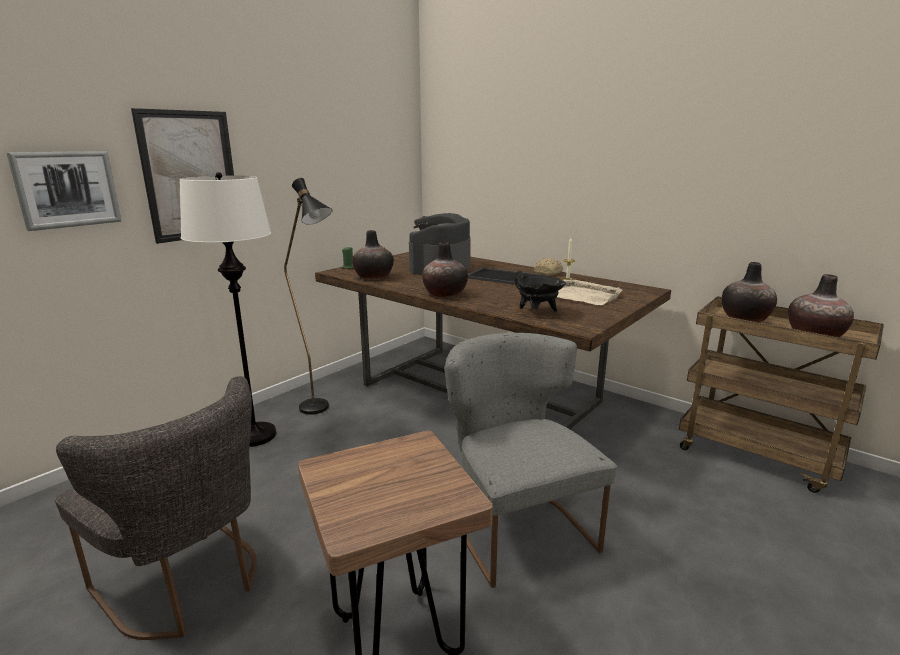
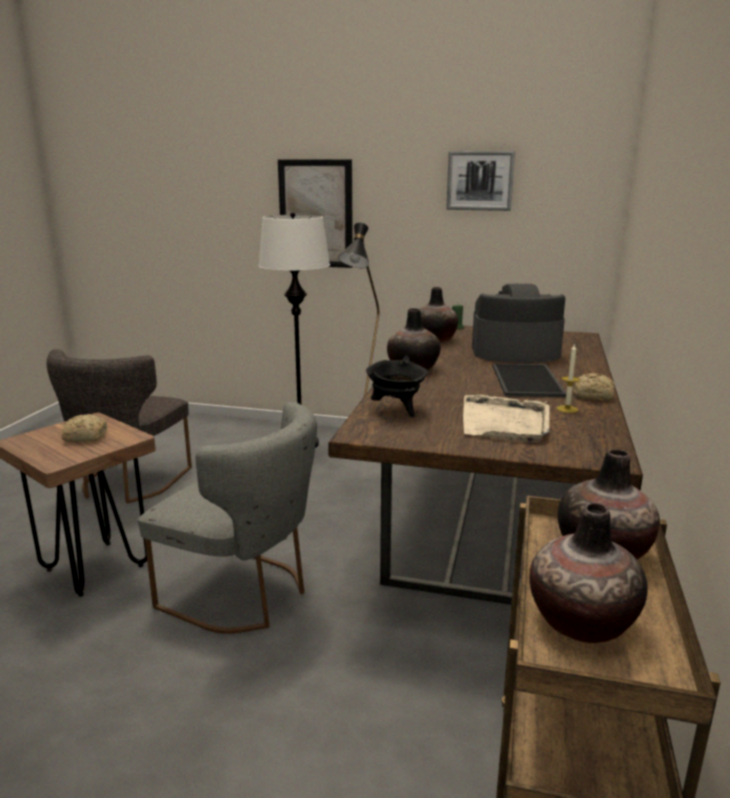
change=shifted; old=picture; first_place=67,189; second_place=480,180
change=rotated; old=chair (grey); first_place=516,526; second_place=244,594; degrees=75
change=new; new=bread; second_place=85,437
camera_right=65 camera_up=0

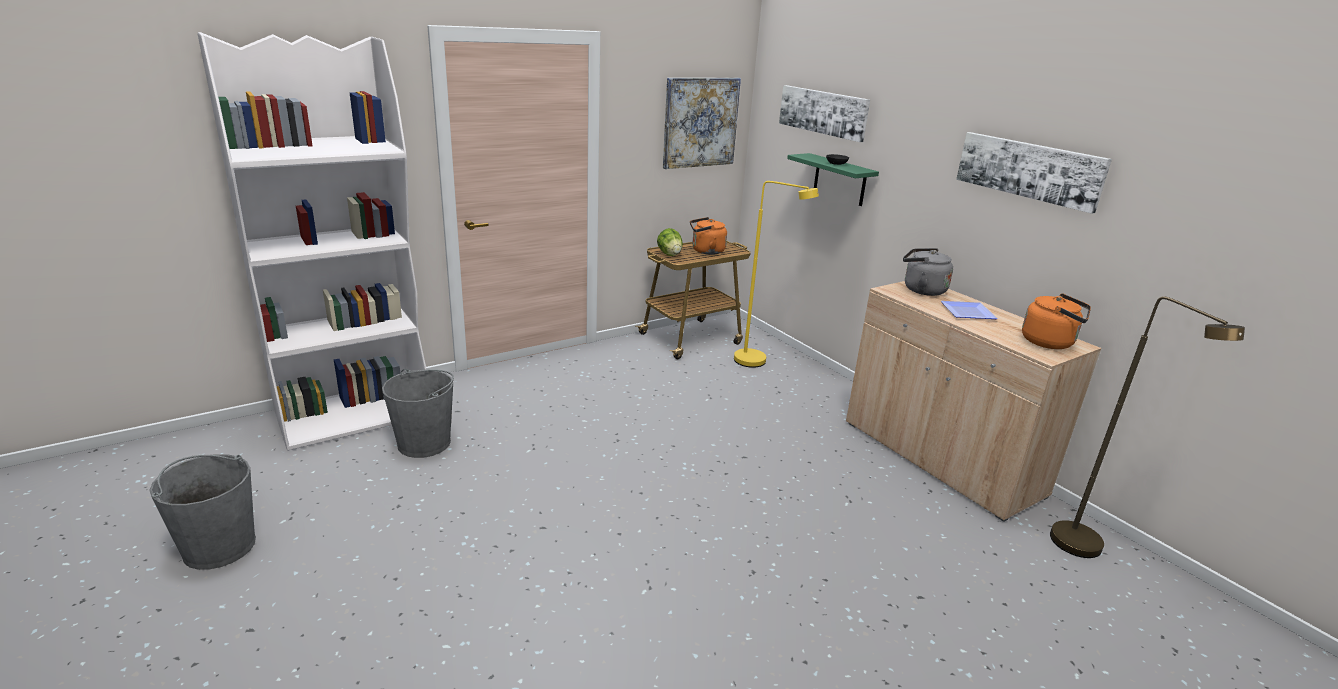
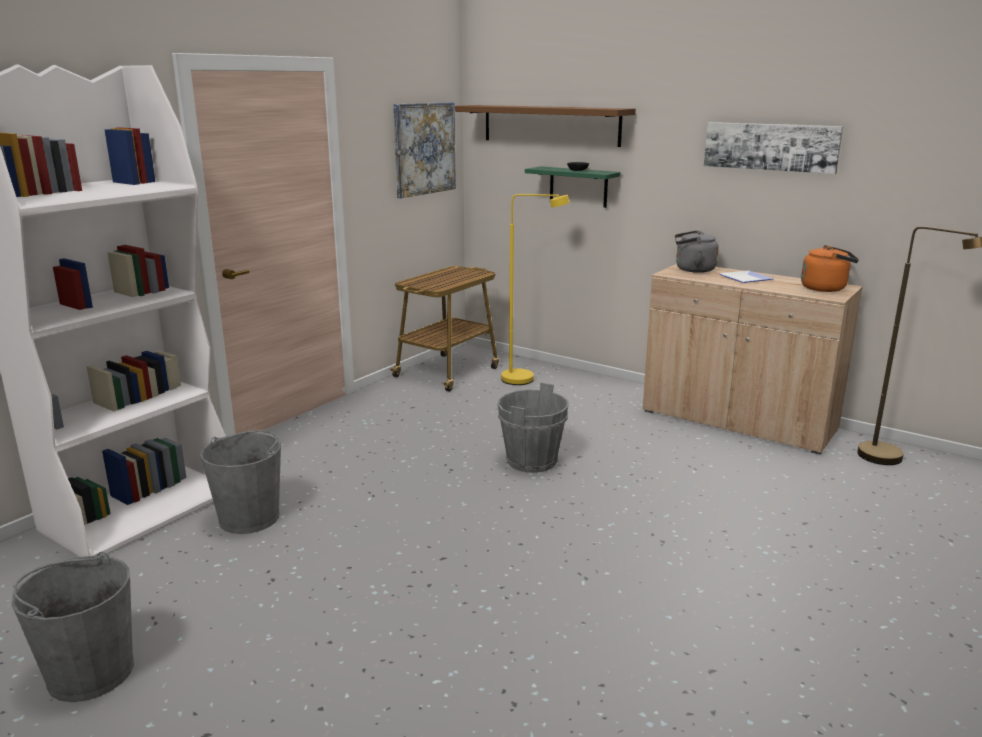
change=swapped; old=picture; new=shelf (brown); first_place=823,112; second_place=550,125
change=gone; old=kettle (orange); first_place=706,251
change=gone; old=lettuce; first_place=670,254
change=new; new=bucket (grey); second_place=532,461
camera_right=-20 camera_up=-5

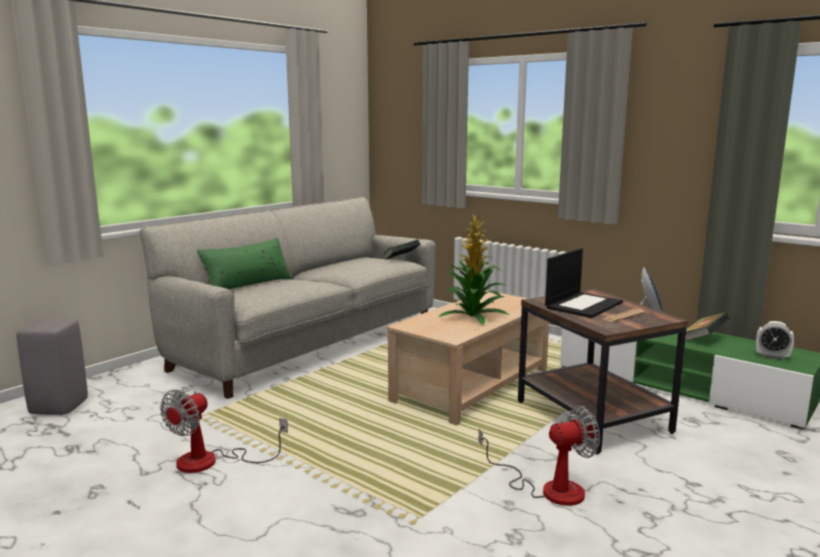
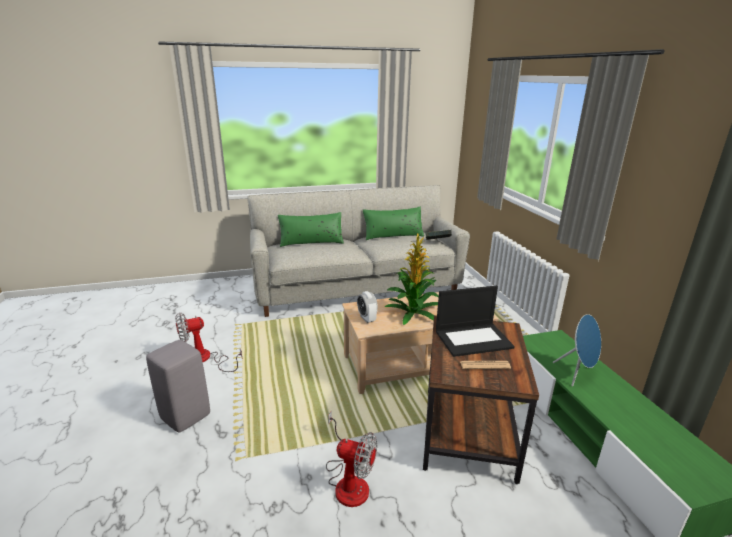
change=gone; old=book; first_place=703,339
change=shifted; old=stool (grey); first_place=58,407; second_place=186,416
change=shifted; old=alarm clock; first_place=772,357; second_place=367,318
change=new; new=pillow (green); second_place=393,235
camera_right=35 camera_up=10

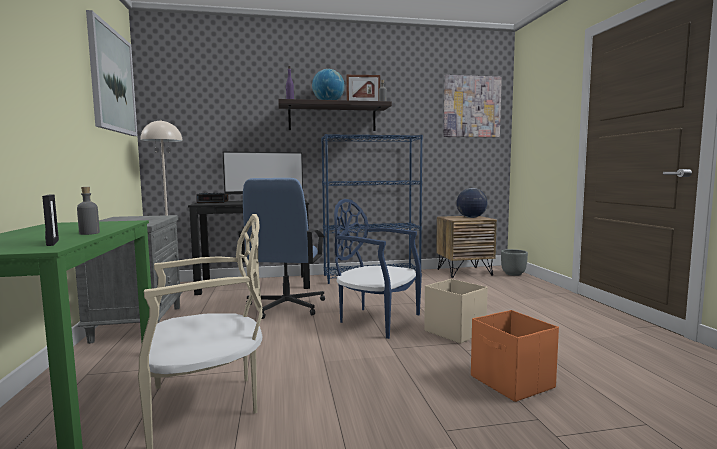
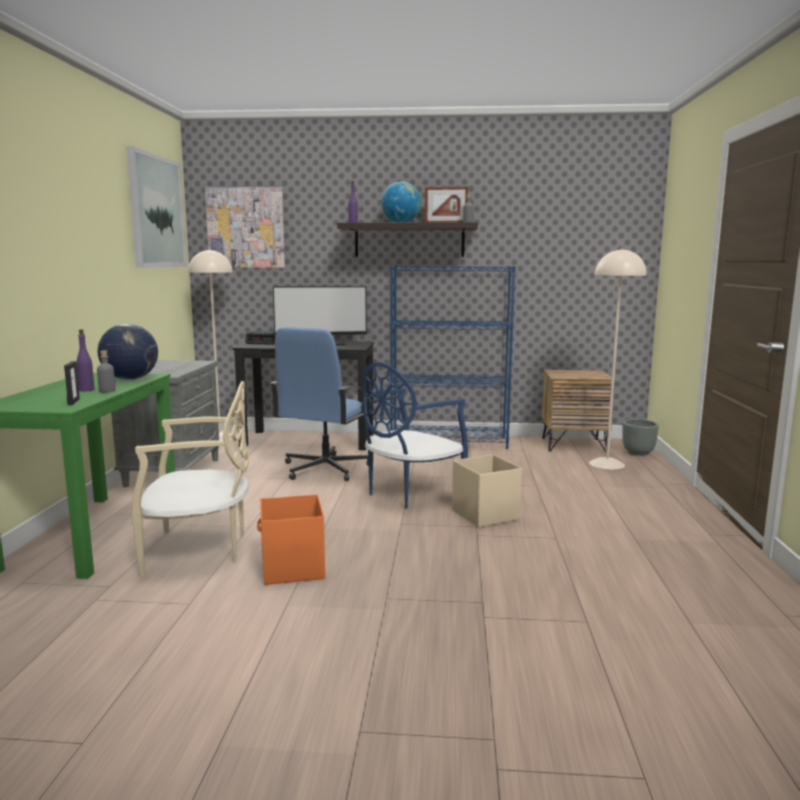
change=shifted; old=picture; first_place=471,107; second_place=246,228
change=shifted; old=globe; first_place=471,217; second_place=131,379
change=rotated; old=chair (blue); first_place=376,320; second_place=410,493; degrees=-90
change=shifted; old=storage box (orange); first_place=512,382; second_place=292,568
change=new; new=floor lamp (beige); second_place=607,464
change=new; new=bottle (purple); second_place=86,390
camera_right=15 camera_up=5

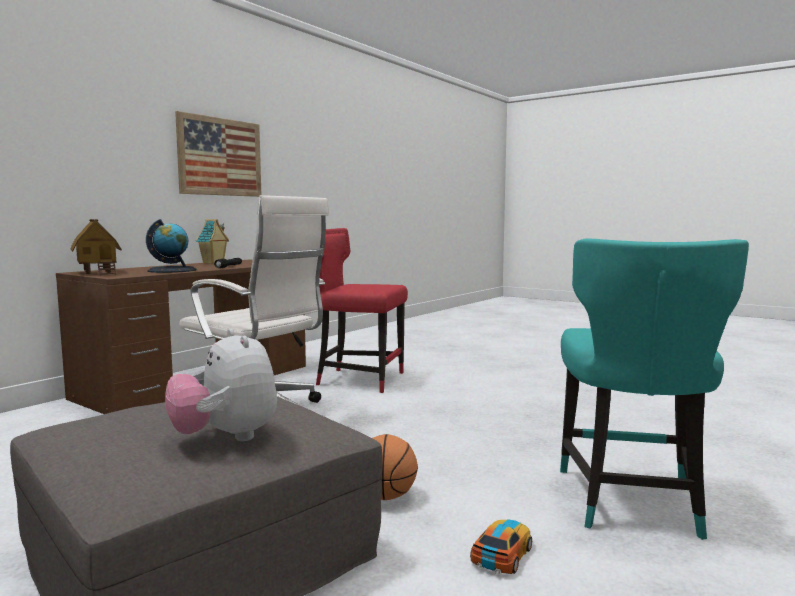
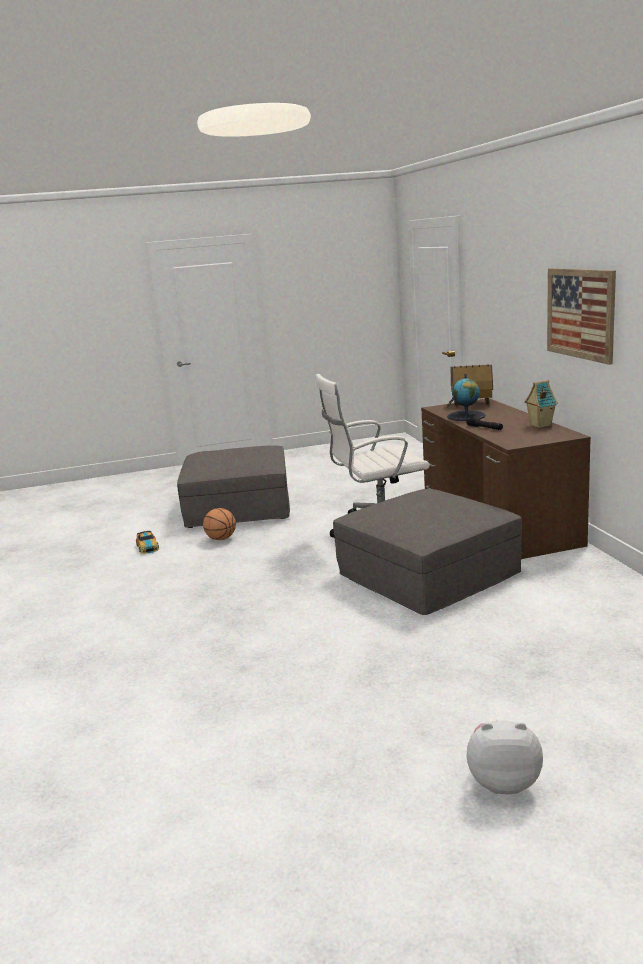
change=swapped; old=chair (red); new=ottoman (grey); first_place=358,379; second_place=428,574
change=gone; old=chair (turquoise); first_place=631,503
change=shifted; old=plush toy; first_place=226,437; second_place=503,782
camera_right=130 camera_up=10

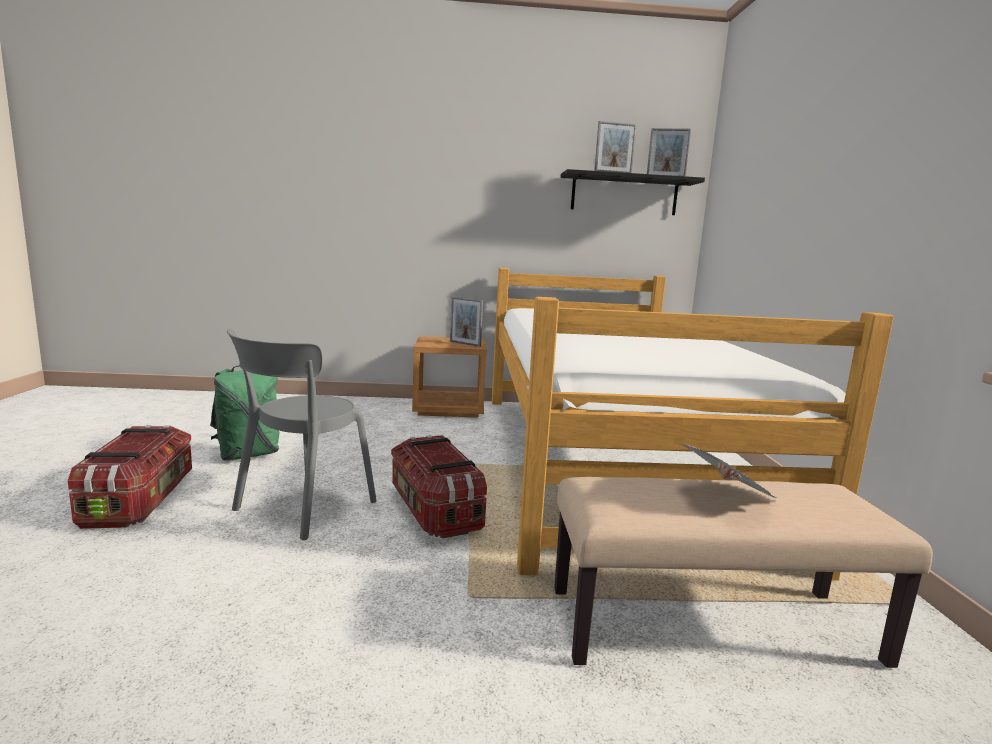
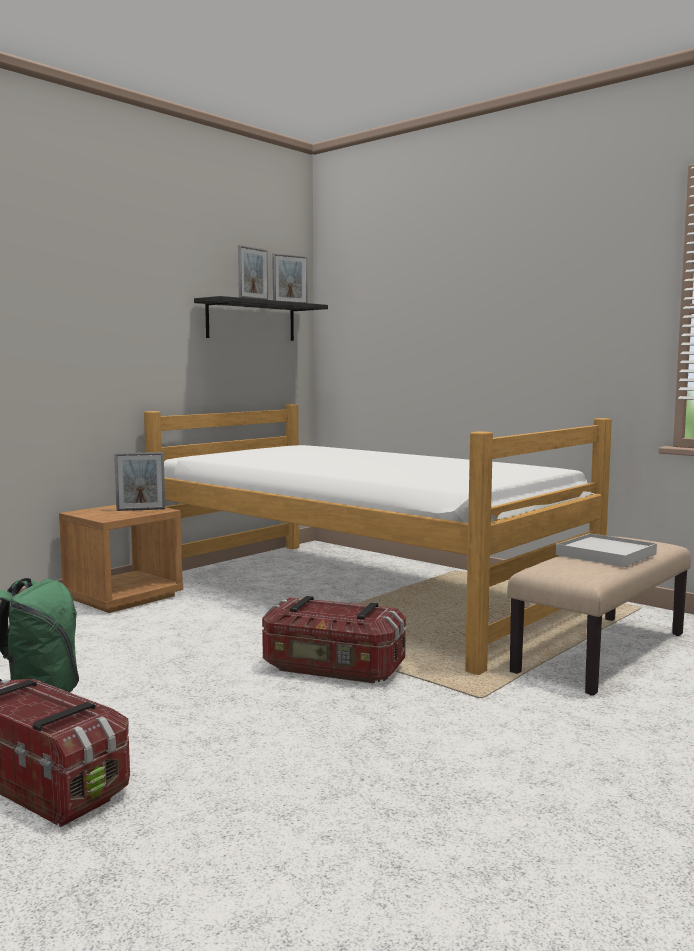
change=gone; old=chair (grey); first_place=301,507
change=swapped; old=newspaper; new=tray (white); first_place=727,498; second_place=606,554
camera_right=-45 camera_up=-5

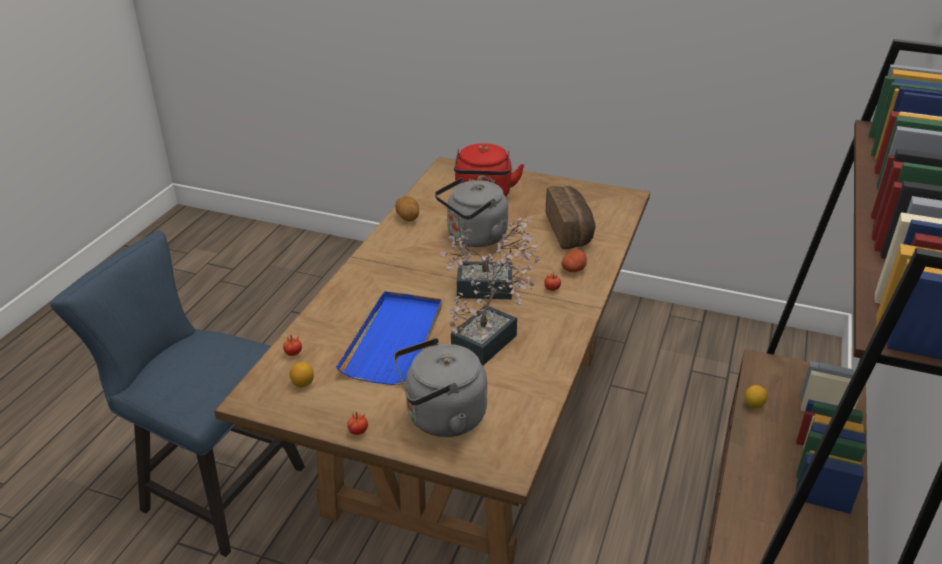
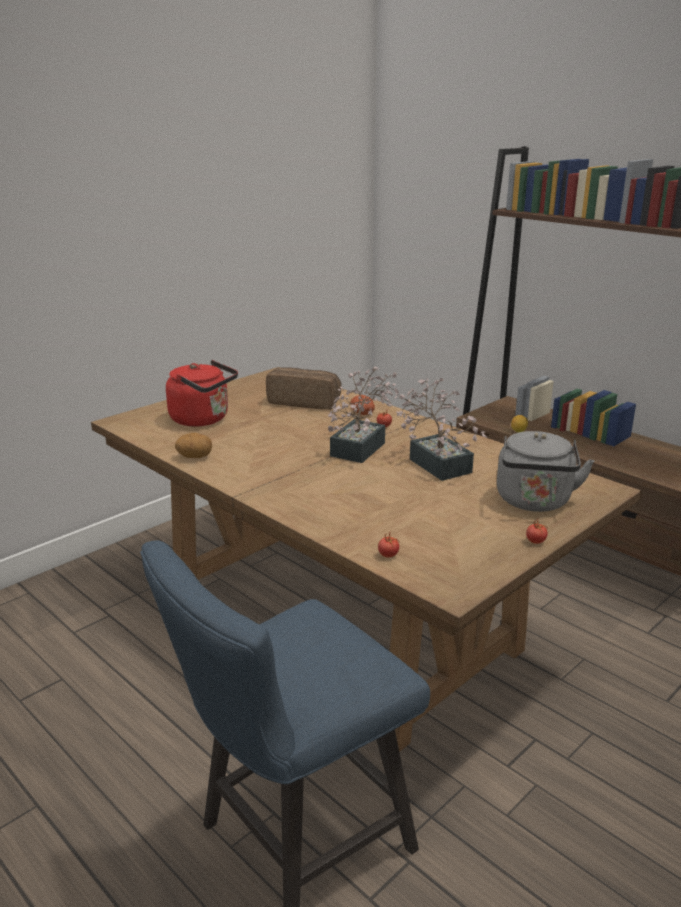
change=gone; old=kettle (grey); first_place=474,238
change=gone; old=tray (blue); first_place=395,340
change=gone; old=lemon; first_place=303,383
camera_right=-65 camera_up=-10

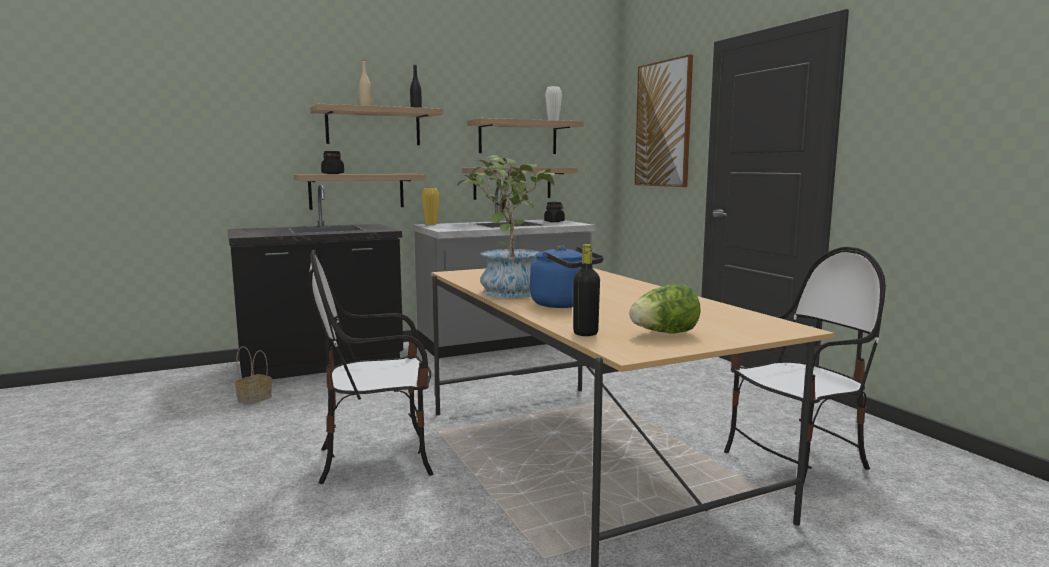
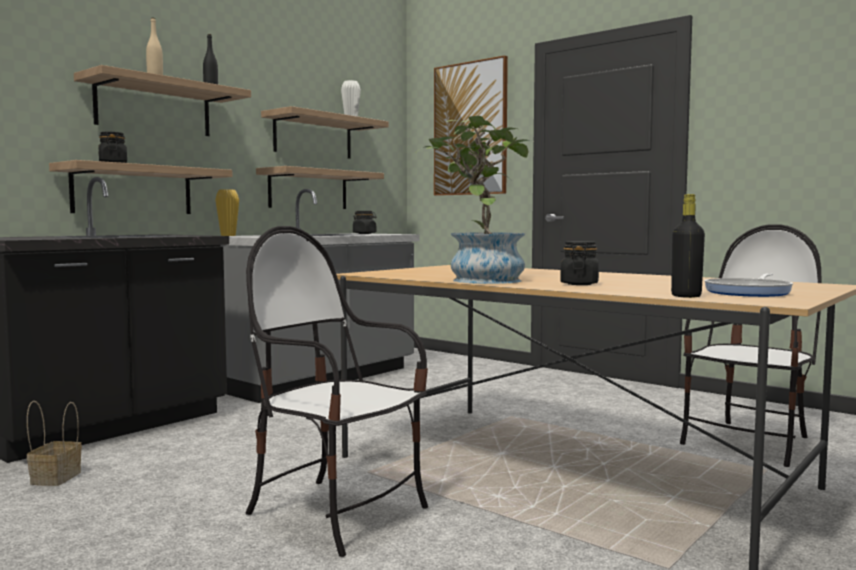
change=swapped; old=kettle (blue); new=jar (black); first_place=564,304; second_place=579,284
change=rotated; old=chair; first_place=377,458; second_place=337,513; degrees=75
change=swapped; old=lettuce; new=frying pan; first_place=664,333; second_place=749,292
camera_right=-25 camera_up=-5

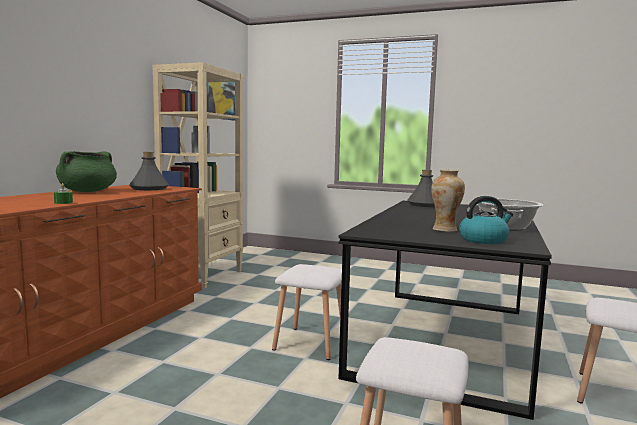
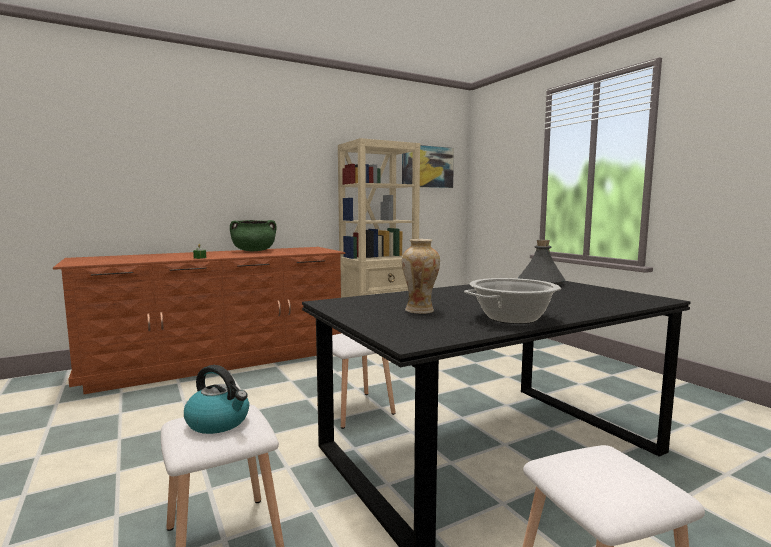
change=gone; old=bottle (grey); first_place=149,188
change=shifted; old=kettle; first_place=483,240; second_place=219,422
camera_right=40 camera_up=0

